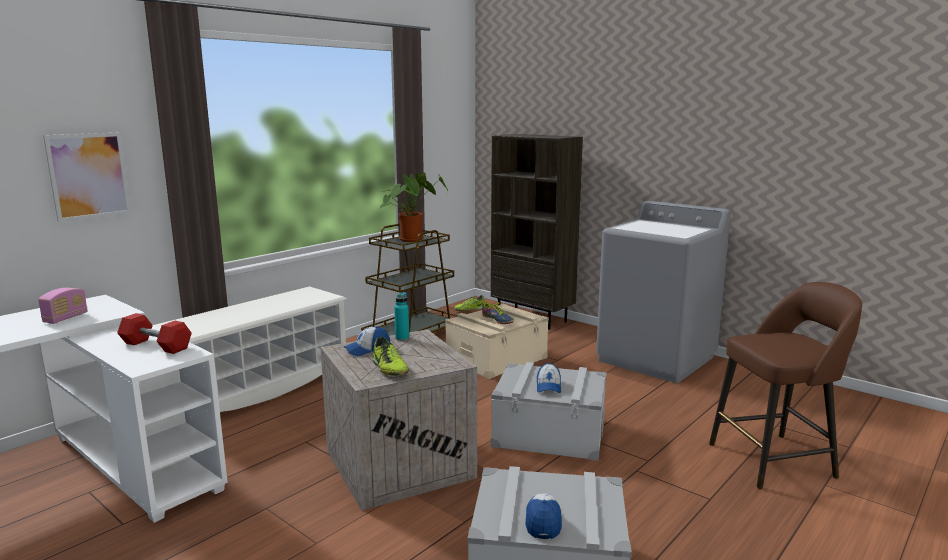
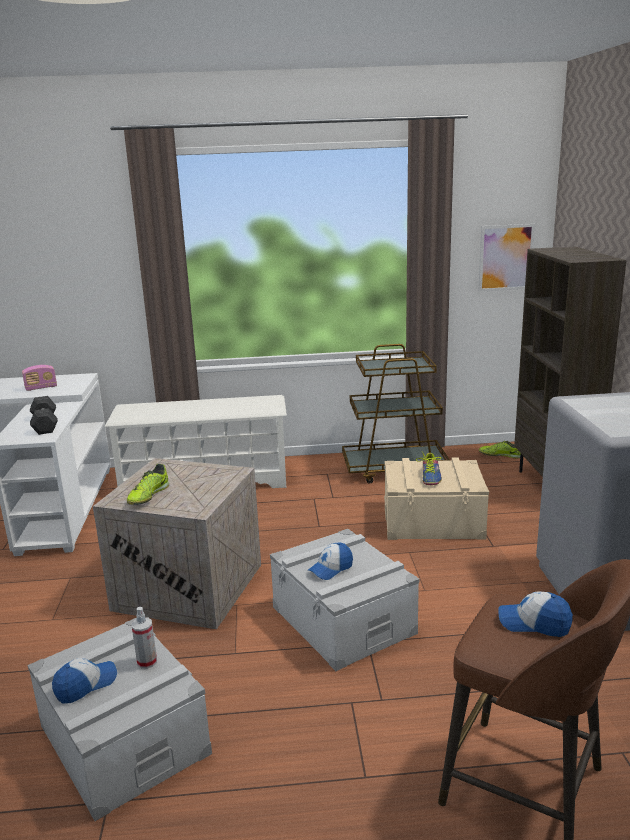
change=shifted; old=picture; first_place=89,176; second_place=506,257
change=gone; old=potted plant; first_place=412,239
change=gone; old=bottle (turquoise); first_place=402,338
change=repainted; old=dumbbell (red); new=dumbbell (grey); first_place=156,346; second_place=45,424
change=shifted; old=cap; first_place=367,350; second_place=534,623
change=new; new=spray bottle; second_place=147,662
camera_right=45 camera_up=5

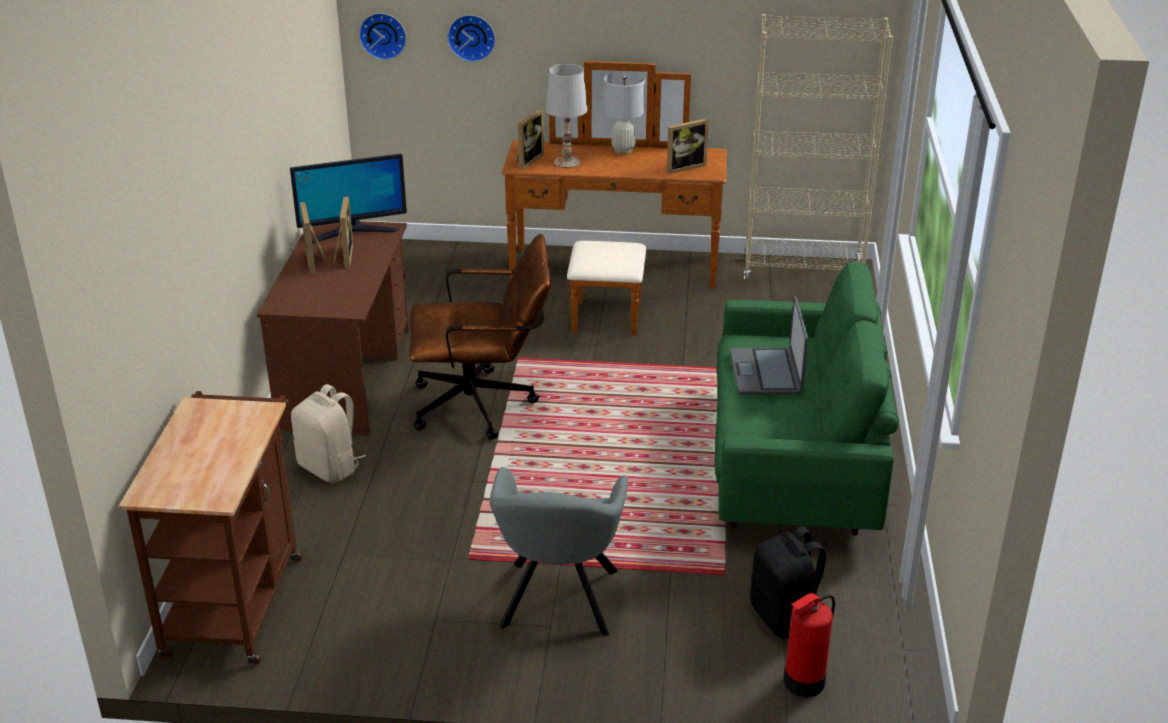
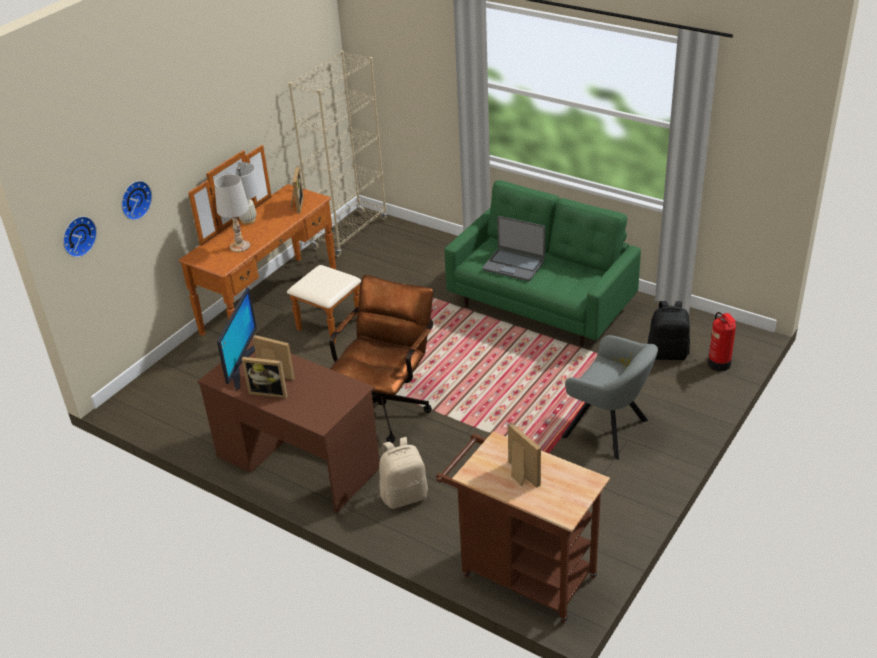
change=shifted; old=picture frame; first_place=527,160; second_place=519,476
camera_right=-60 camera_up=5

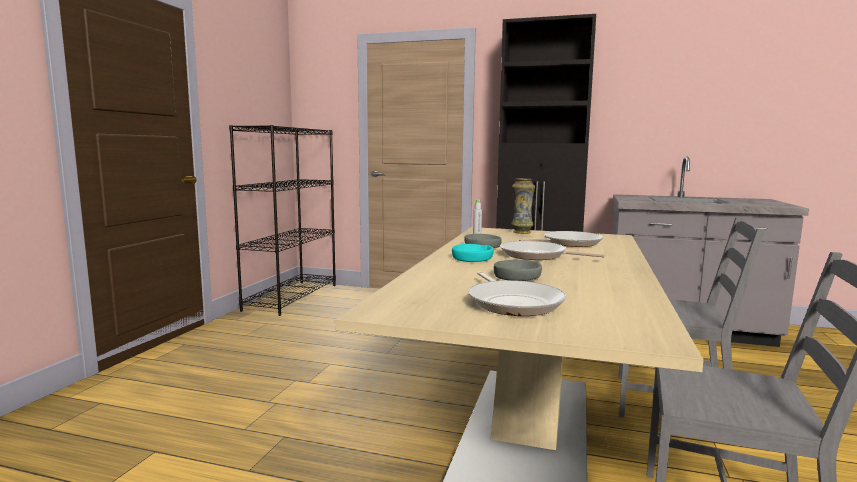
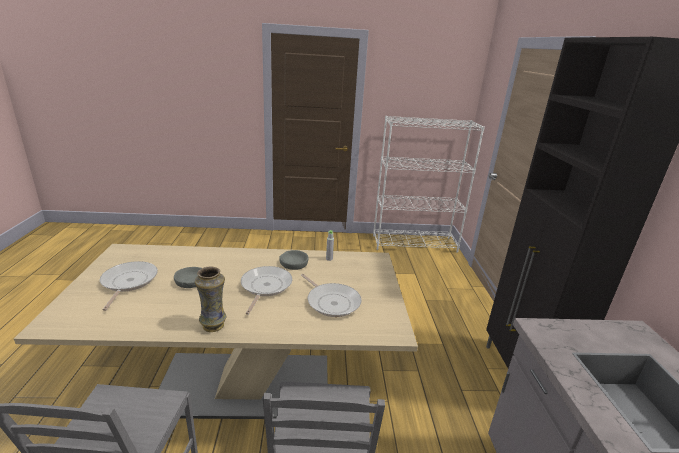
change=repainted; old=bookcase (black); new=bookcase (white); first_place=291,297; second_place=414,243
change=shifted; old=vase; first_place=521,232; second_place=214,325
change=gone; old=bowl (turquoise); first_place=472,258
change=rotated; old=frying pan; first_place=513,303; second_place=128,282; degrees=120
camera_right=70 camera_up=15

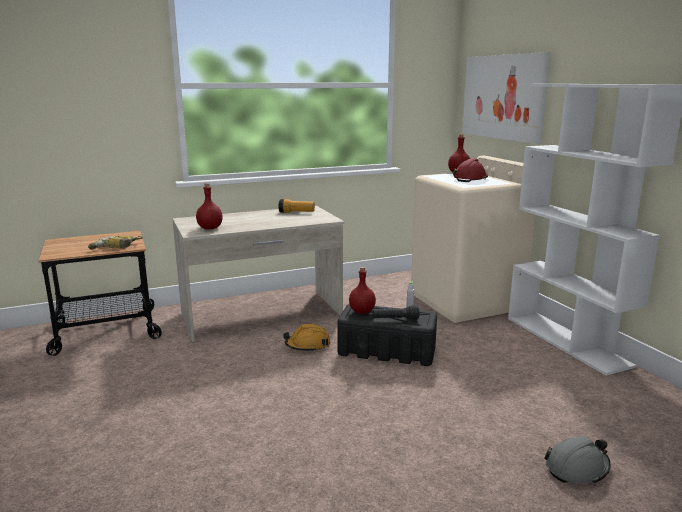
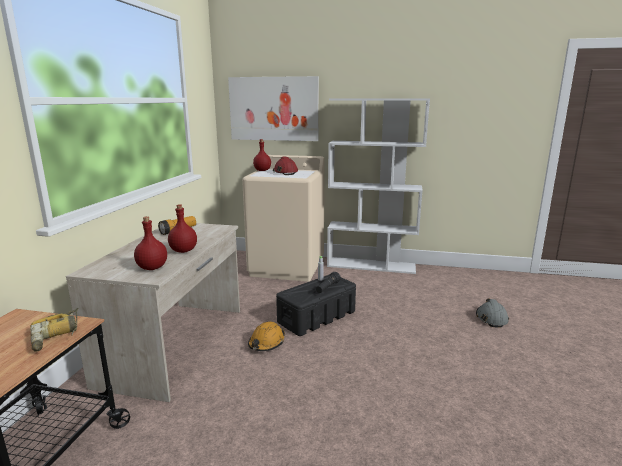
change=shifted; old=bottle (red); first_place=361,311; second_place=183,251
camera_right=-55 camera_up=0

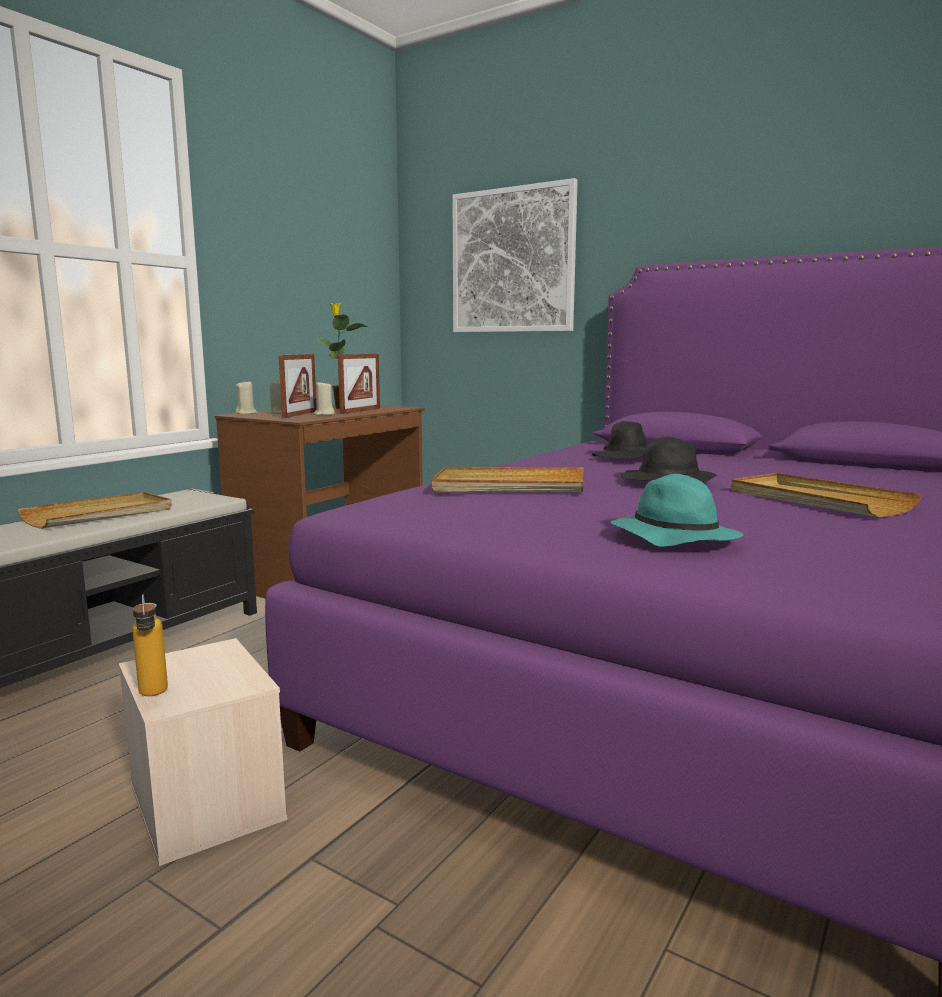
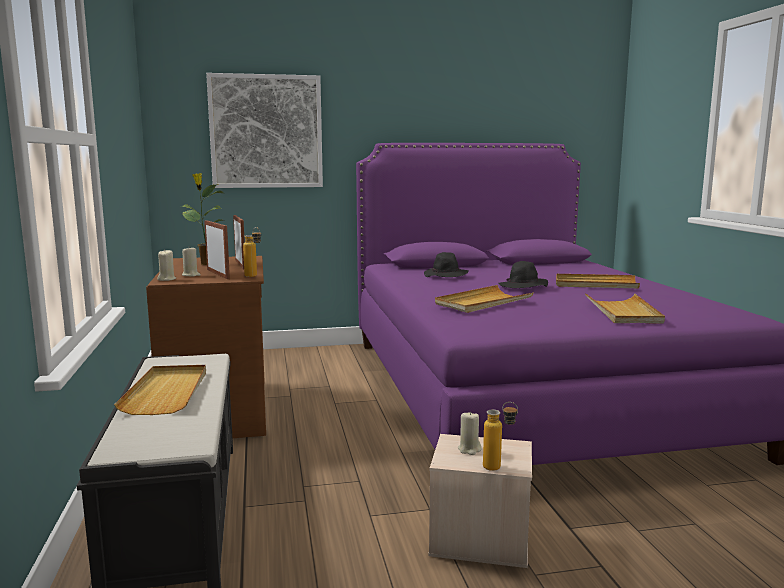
change=shifted; old=candle (beige); first_place=324,414; second_place=469,449
change=swapped; old=hat (turquoise); new=tray (beige); first_place=672,538; second_place=623,312
change=new; new=bottle; second_place=254,276
camera_right=-45 camera_up=0

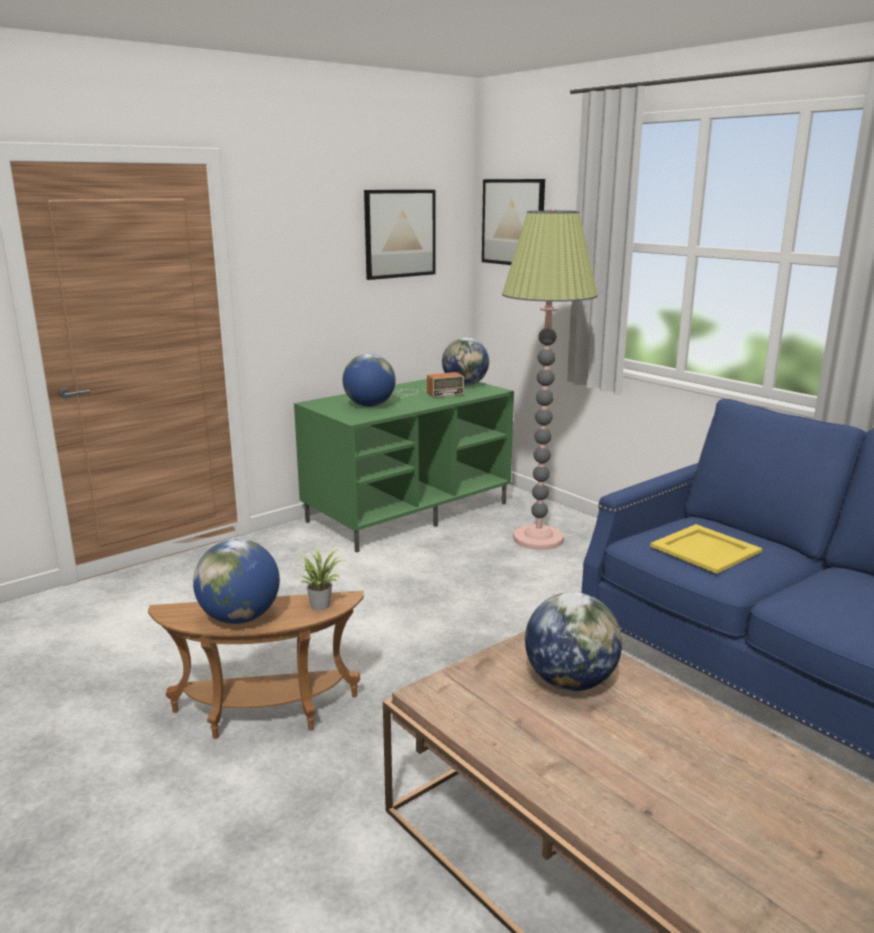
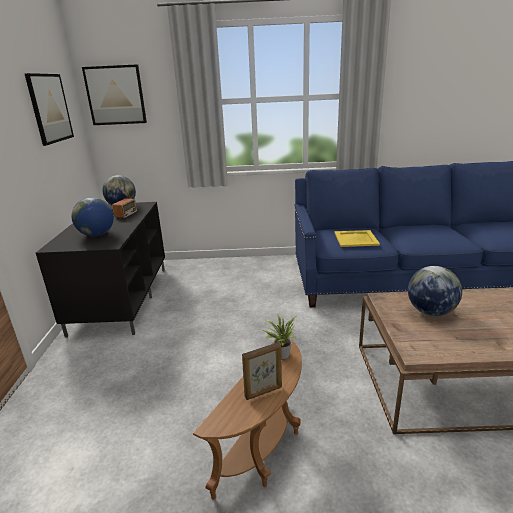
change=gone; old=floor lamp; first_place=538,539
change=repainted; old=tv stand (green); new=tv stand (black); first_place=408,511; second_place=121,298
change=swapped; old=globe; new=picture frame; first_place=240,617; second_place=264,392
camera_right=-50 camera_up=5

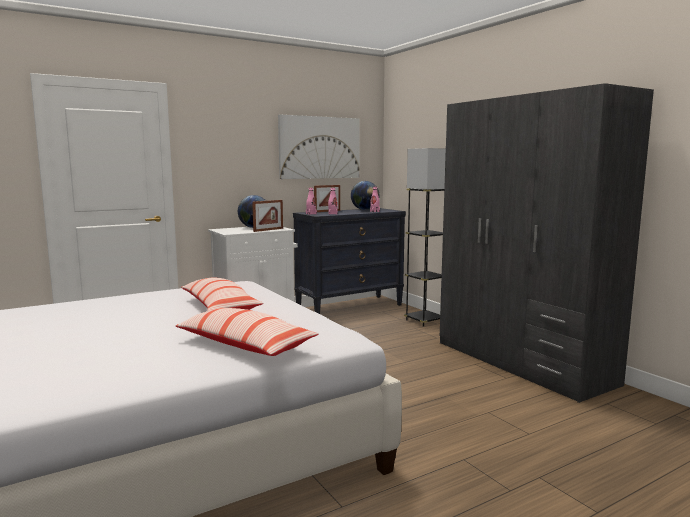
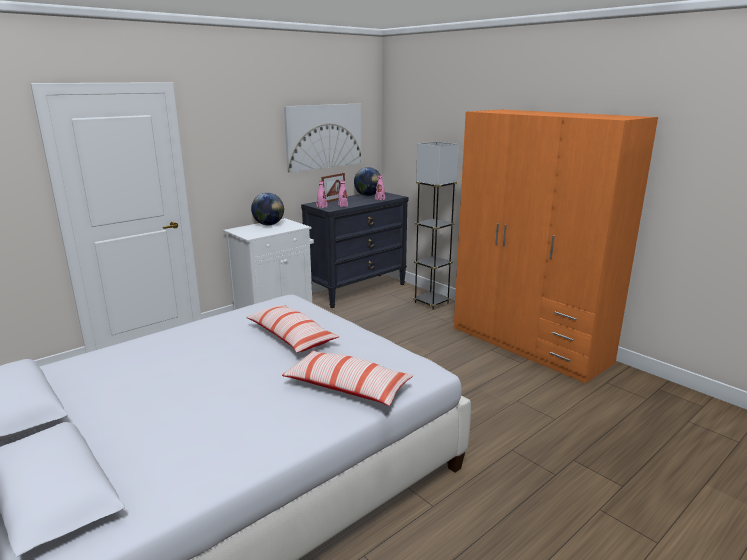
change=repainted; old=wardrobe (grey); new=wardrobe (orange); first_place=522,362; second_place=529,345
change=gone; old=picture frame; first_place=268,230
camera_right=-10 camera_up=10

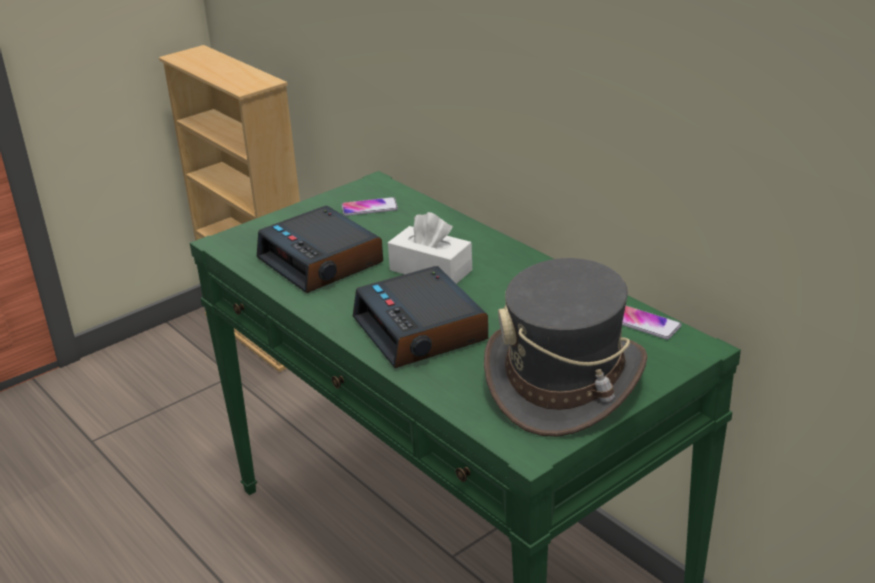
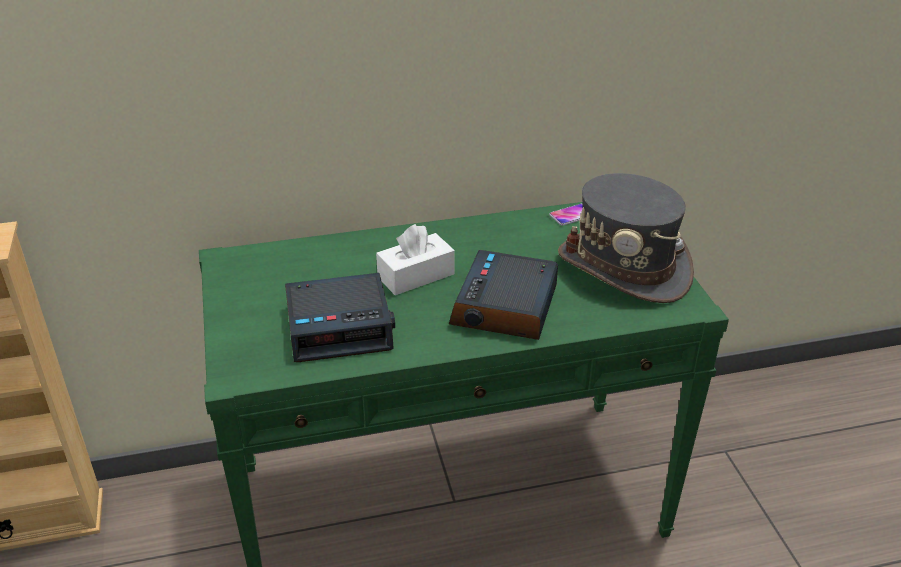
change=gone; old=phone; first_place=369,208
change=rotated; old=alarm clock; first_place=421,330; second_place=505,307; degrees=105
camera_right=-65 camera_up=5

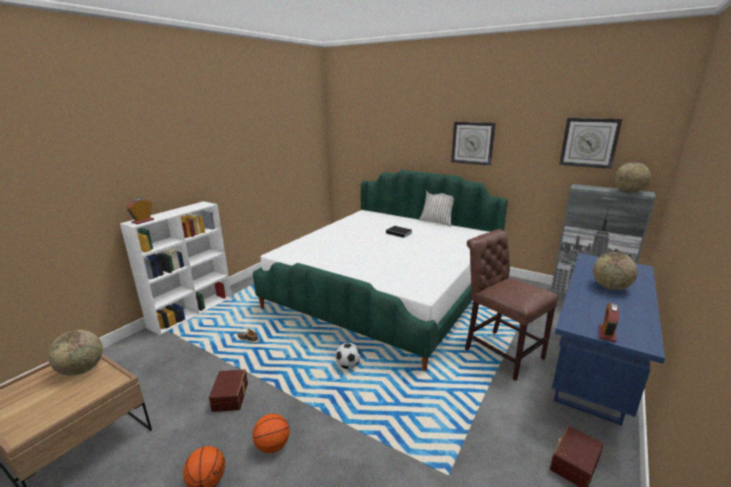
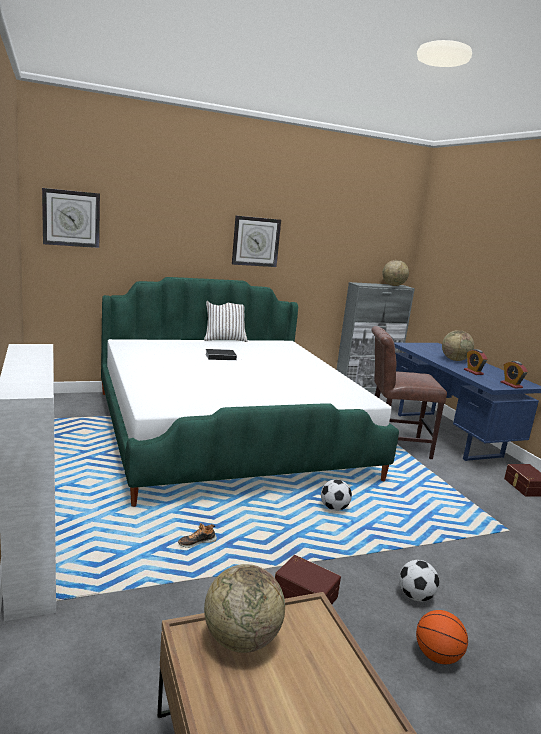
change=shifted; old=wall clock; first_place=589,142; second_place=71,218
change=shifted; old=alarm clock; first_place=143,221; second_place=473,372
change=swapped; old=basketball; new=football; first_place=272,446; second_place=415,596
camera_right=-55 camera_up=-5

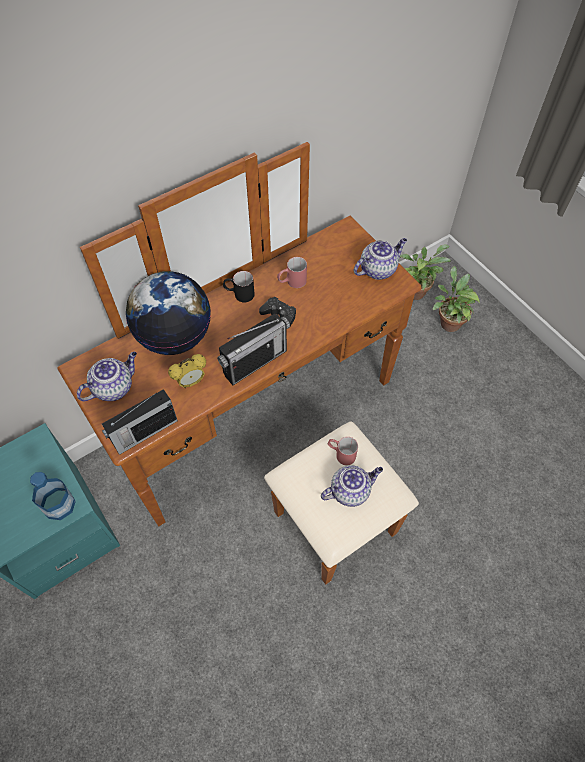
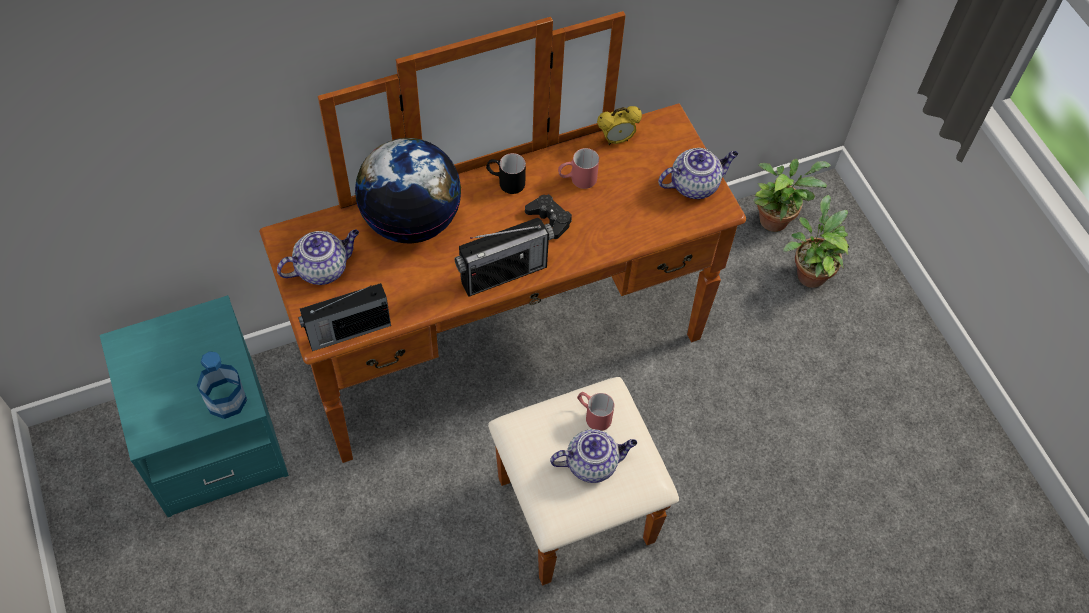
change=shifted; old=alarm clock; first_place=191,382; second_place=616,140
camera_right=10 camera_up=0

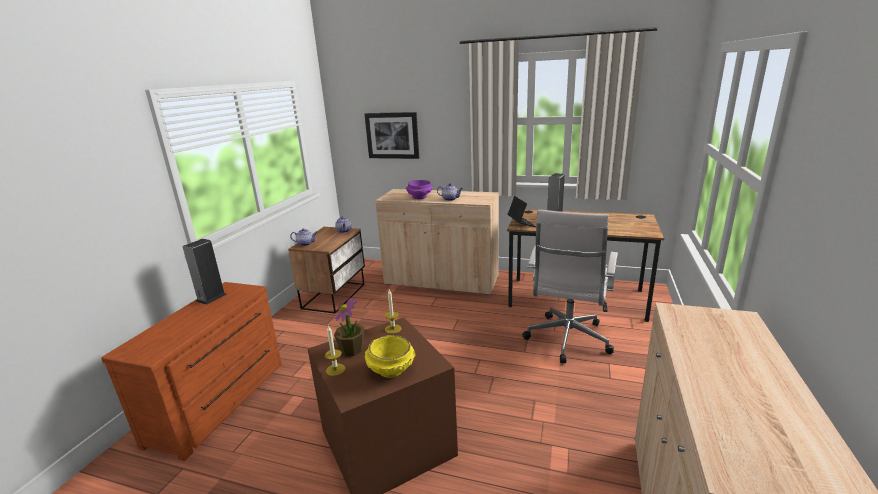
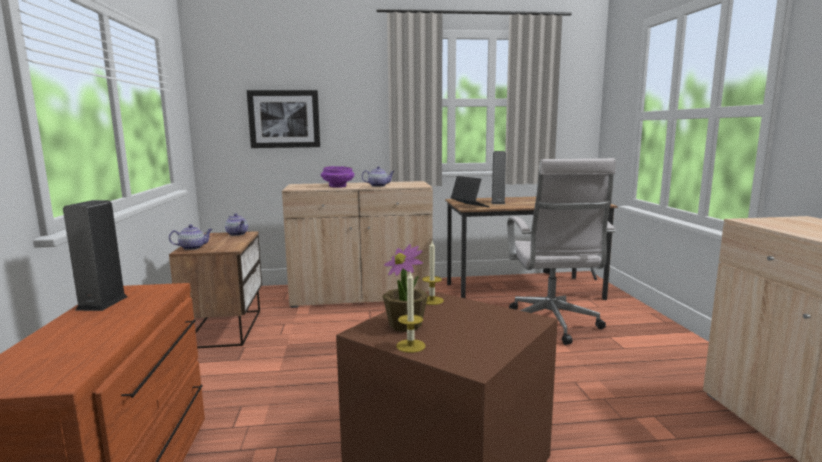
change=gone; old=bowl (yellow); first_place=391,369
camera_right=-25 camera_up=-10

